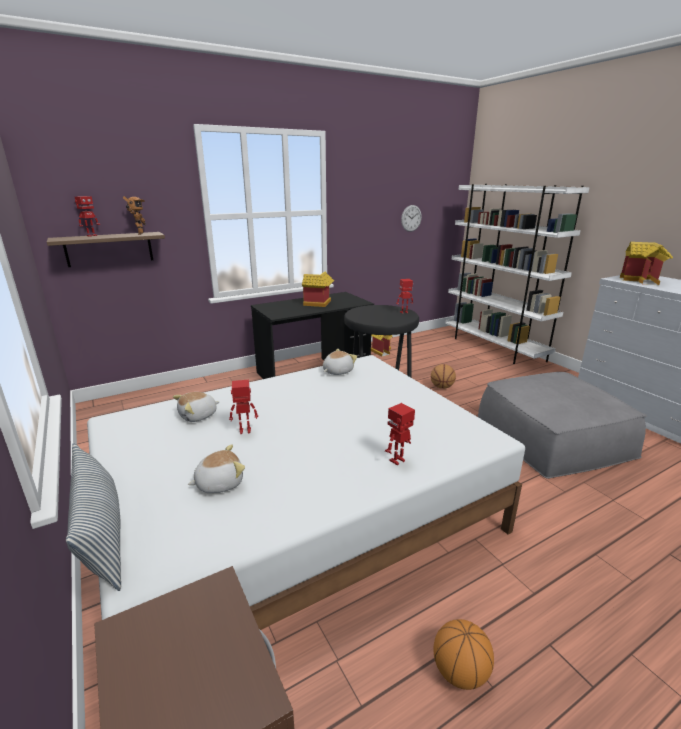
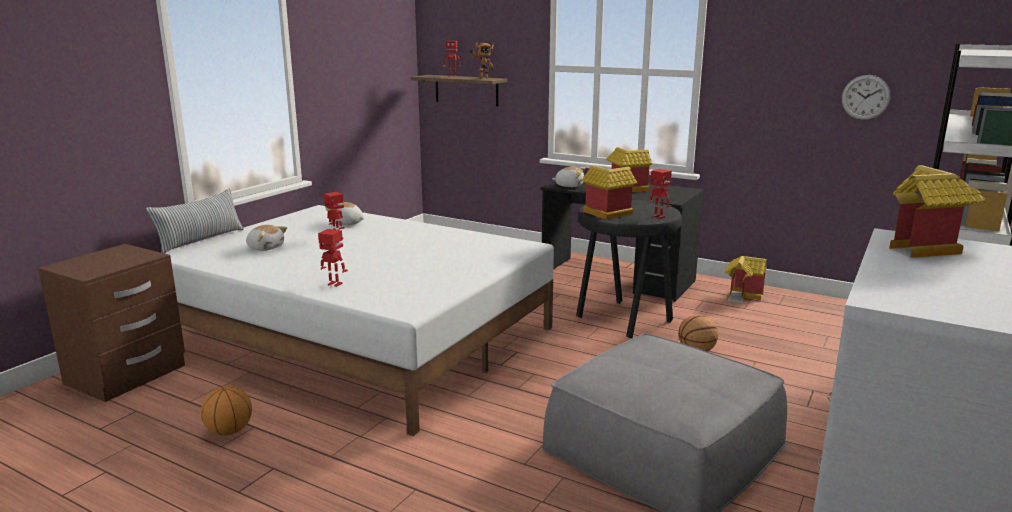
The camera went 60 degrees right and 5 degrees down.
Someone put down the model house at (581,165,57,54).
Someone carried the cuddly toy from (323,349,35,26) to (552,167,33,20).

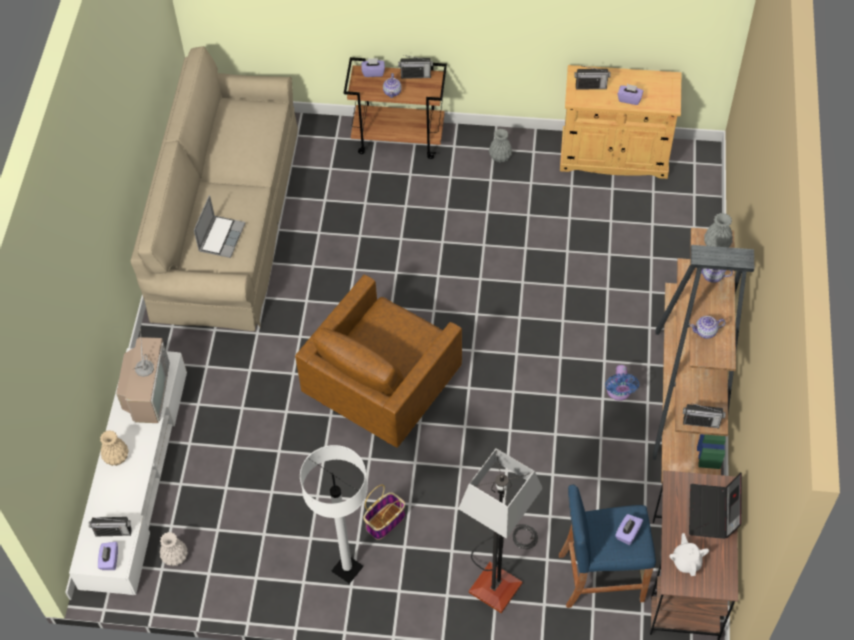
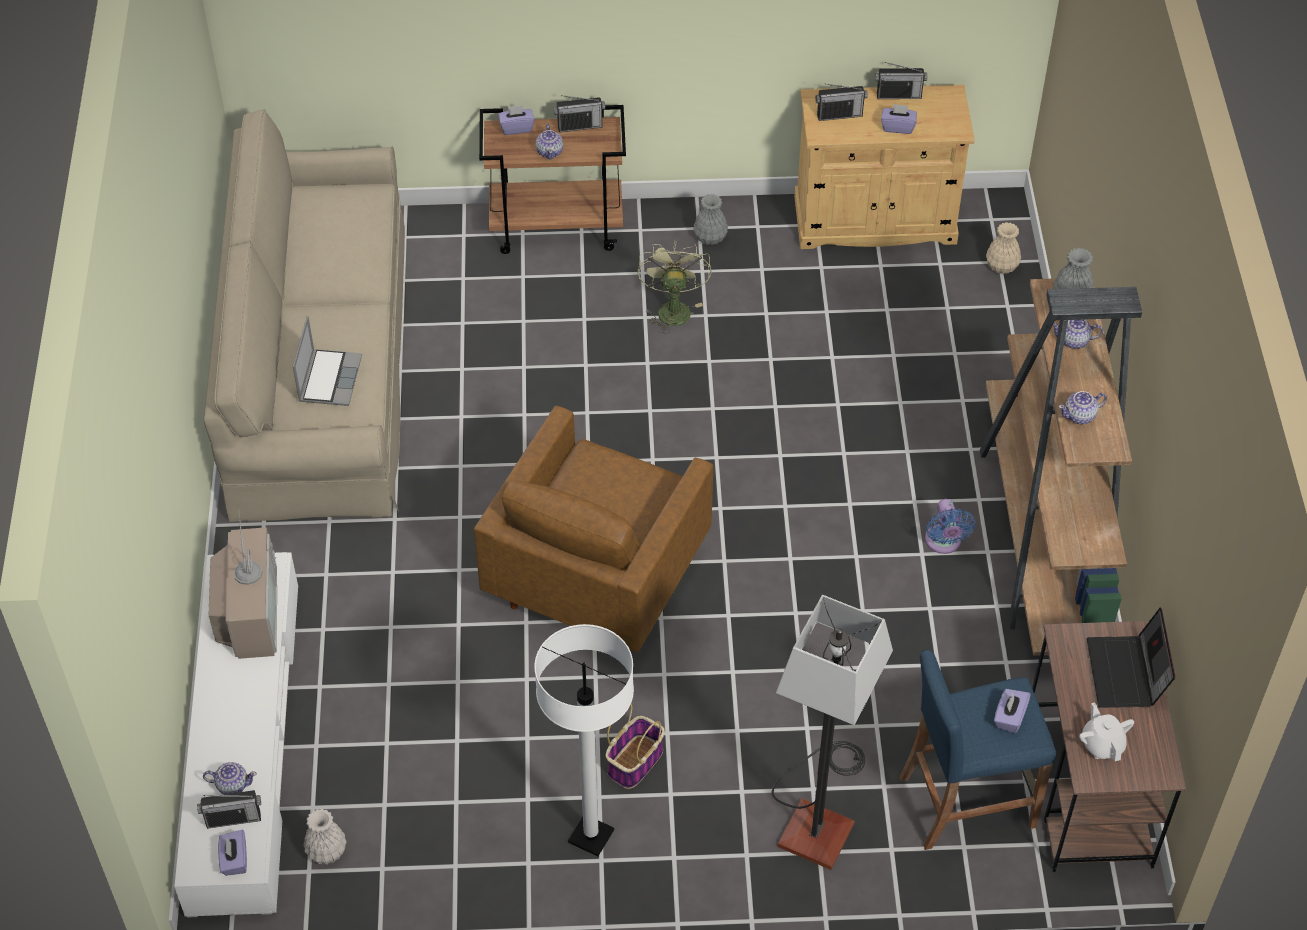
The camera went 10 degrees left and 5 degrees down.
Someone put down the teapot at (203,762,54,33).
Someone put down the green fan at (637,240,75,94).
Someone carried the beige decorative vase from (100,430,28,36) to (986,222,35,52).
Someone carried the radio set from (683,403,42,25) to (875,62,52,37).

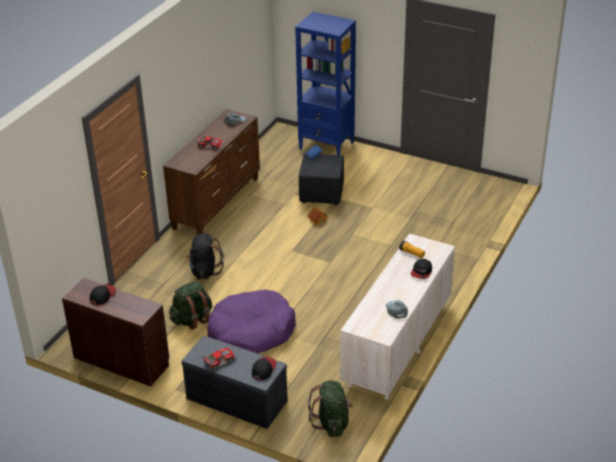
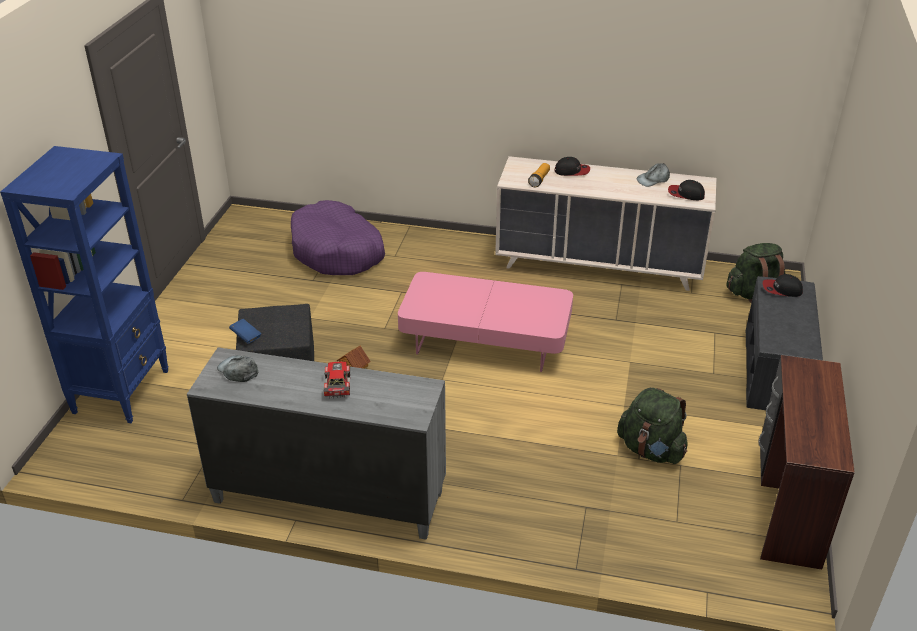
The camera went 105 degrees left and 0 degrees up.
Someone took away the blackish rucksack at (185,233,39,47).
Someone took away the toy car at (202,348,34,21).
Someone put down the pink-coloured lounge table at (398,272,175,100).
Someone carried the peaked cap from (90,284,26,21) to (668,180,37,20).
Someone carried the purple pet bed from (207,289,89,64) to (291,200,94,75).
Someone repainted the brown drawer chest at (163,109,97,125), which became the greyish drawer chest at (187,348,259,192).

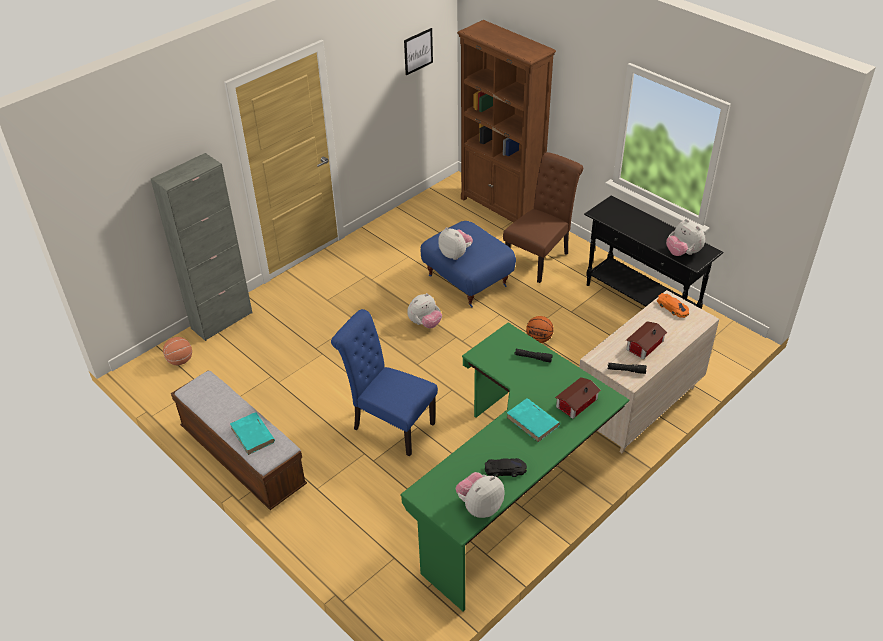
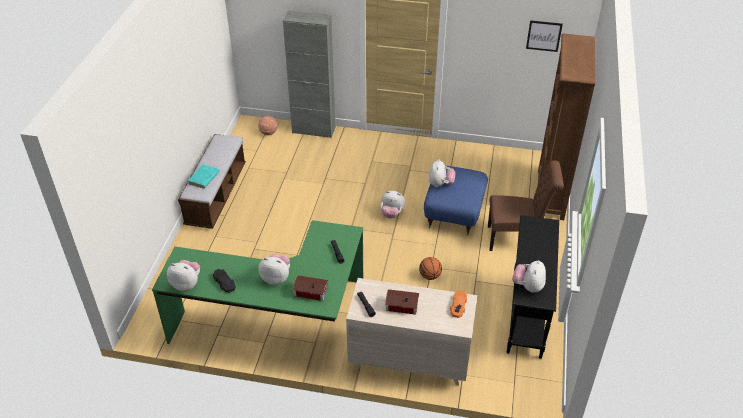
The camera went 55 degrees right and 0 degrees up.
Someone took away the blue chair at (331,309,107,147).
Someone swapped the turquoise-coloured book at (507,398,53,44) for the cuddly toy at (259,254,31,31).

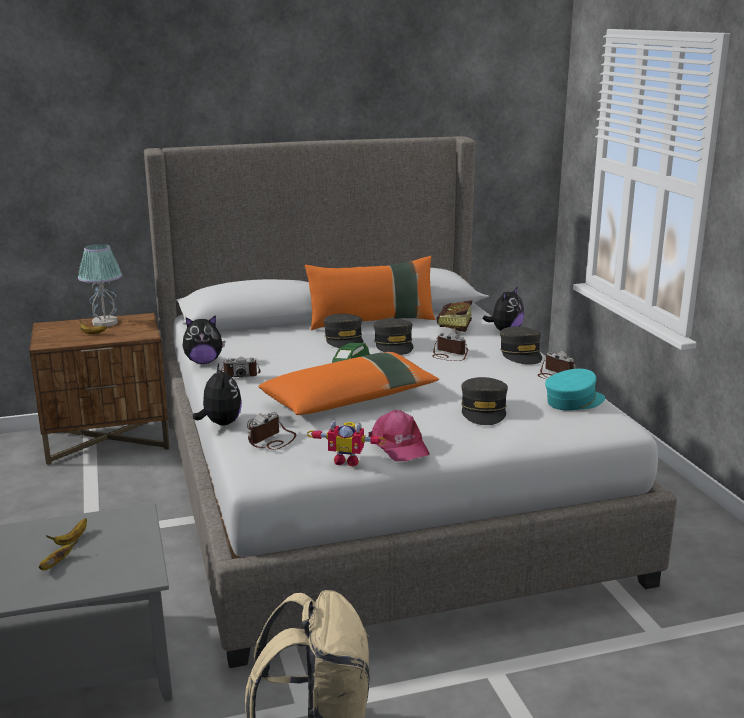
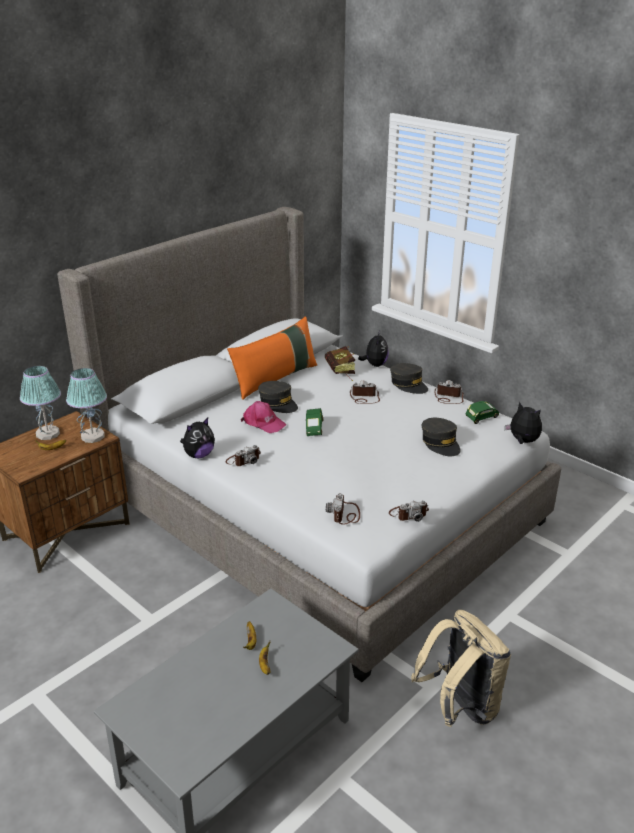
The camera went 30 degrees left and 10 degrees up.
Someone took away the orange-coloured throw pillow at (258,352,181,63).
Someone took away the greyish peaked cap at (374,318,39,37).
Someone put down the lamp for a table at (66,368,41,75).
Someone carried the cuddly toy from (193,364,49,61) to (505,402,37,42).
Someone carried the pink-coloured peaked cap from (368,410,62,51) to (241,401,45,32).
Someone swapped the robot figure at (307,420,79,46) for the photo camera at (389,501,40,21).
Someone swapped the turquoise-coloured peaked cap at (545,369,60,42) for the green toy car at (466,401,33,23).

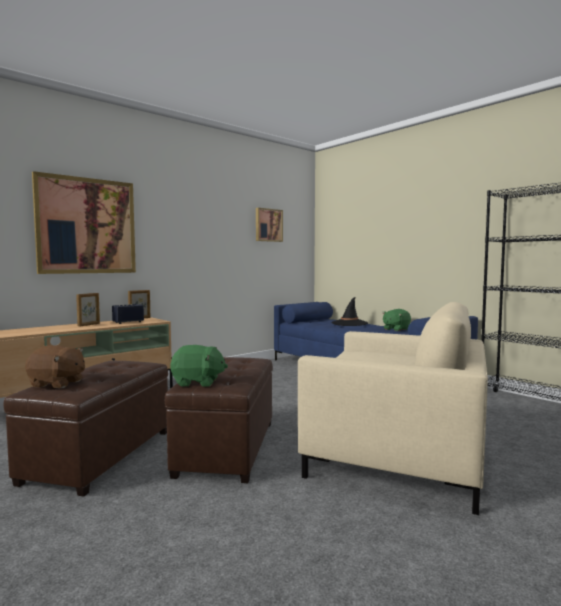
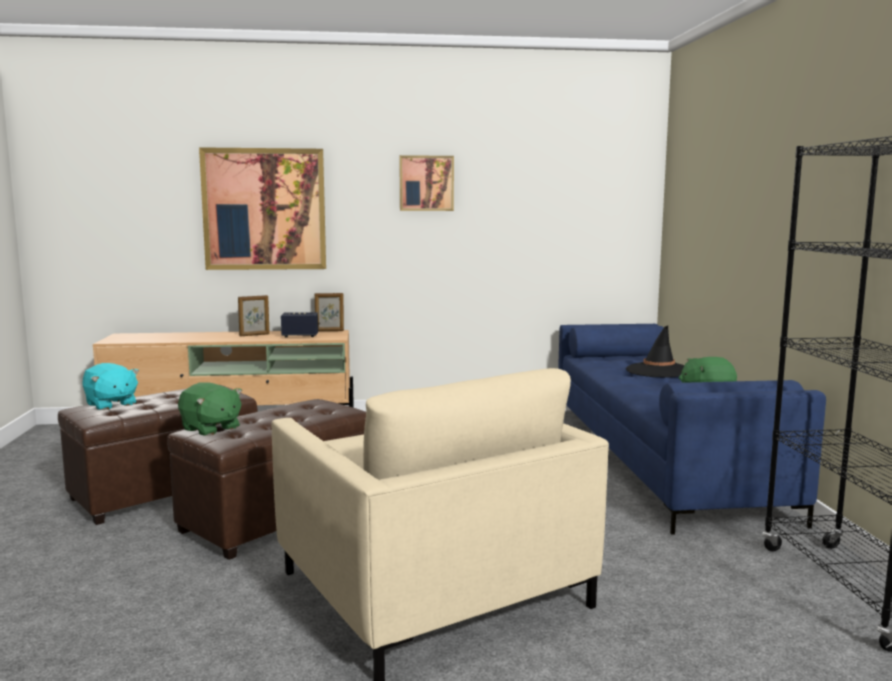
The camera went 35 degrees right and 5 degrees up.
Someone carried the wall art from (256,208,27,34) to (399,155,55,56).
Someone repainted the brown cuddly toy at (25,346,60,42), which became the turquoise-coloured cuddly toy at (82,363,57,47).

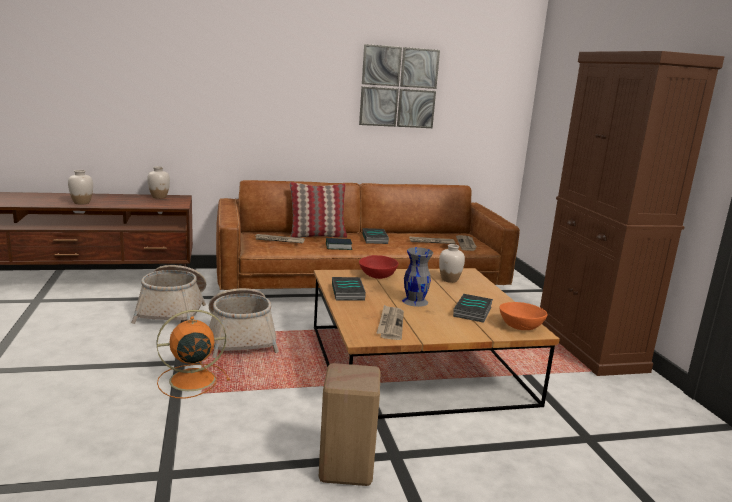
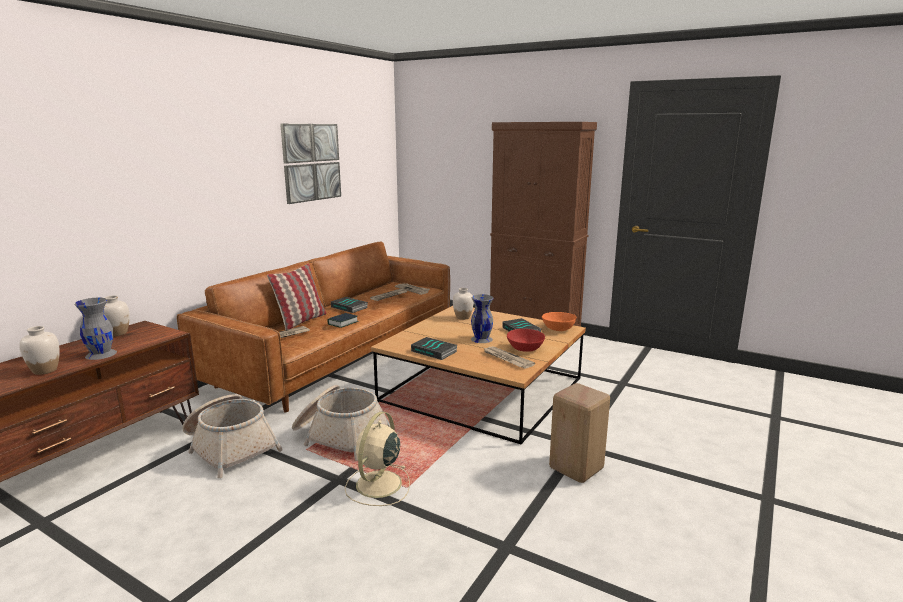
The camera went 45 degrees left and 0 degrees up.
Someone put down the greyish decorative vase at (74,298,43,62).
Someone carried the reddish serving bowl from (359,255,40,24) to (507,329,38,23).
Someone repainted the orange-coloured fan at (157,310,73,88), which became the beige fan at (345,412,65,94).

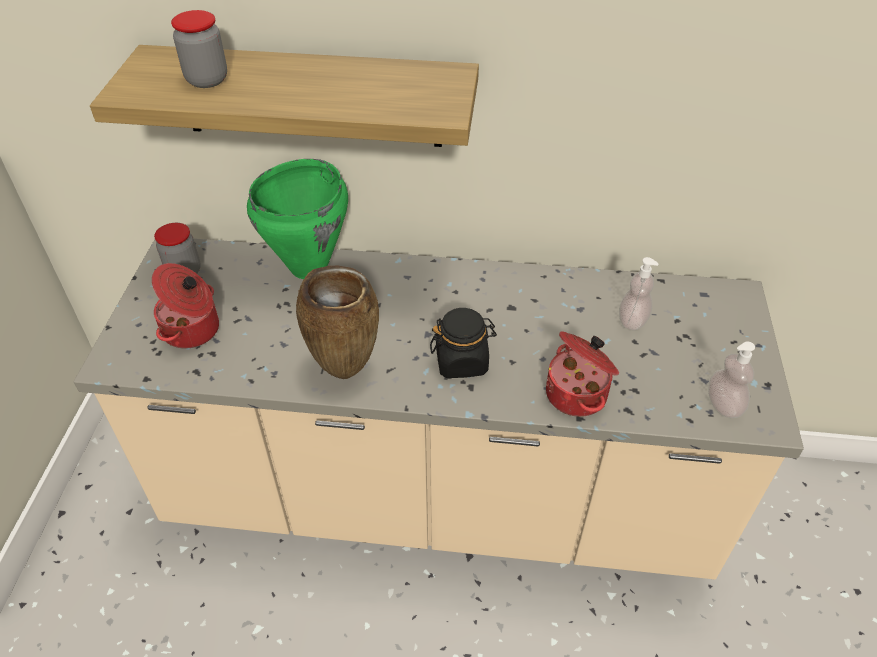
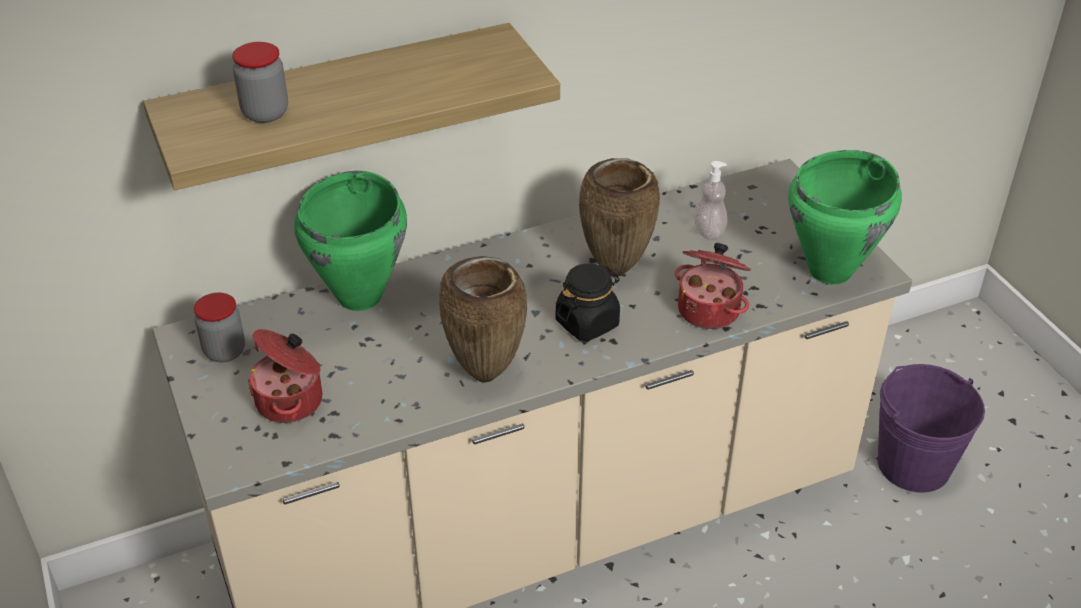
The camera went 30 degrees left and 5 degrees down.
Someone put down the brown decorative vase at (579,158,81,119).
Someone put down the purple bucket at (878,364,107,128).
Someone swapped the soap bottle at (708,342,47,76) for the green stockpot at (788,150,114,135).

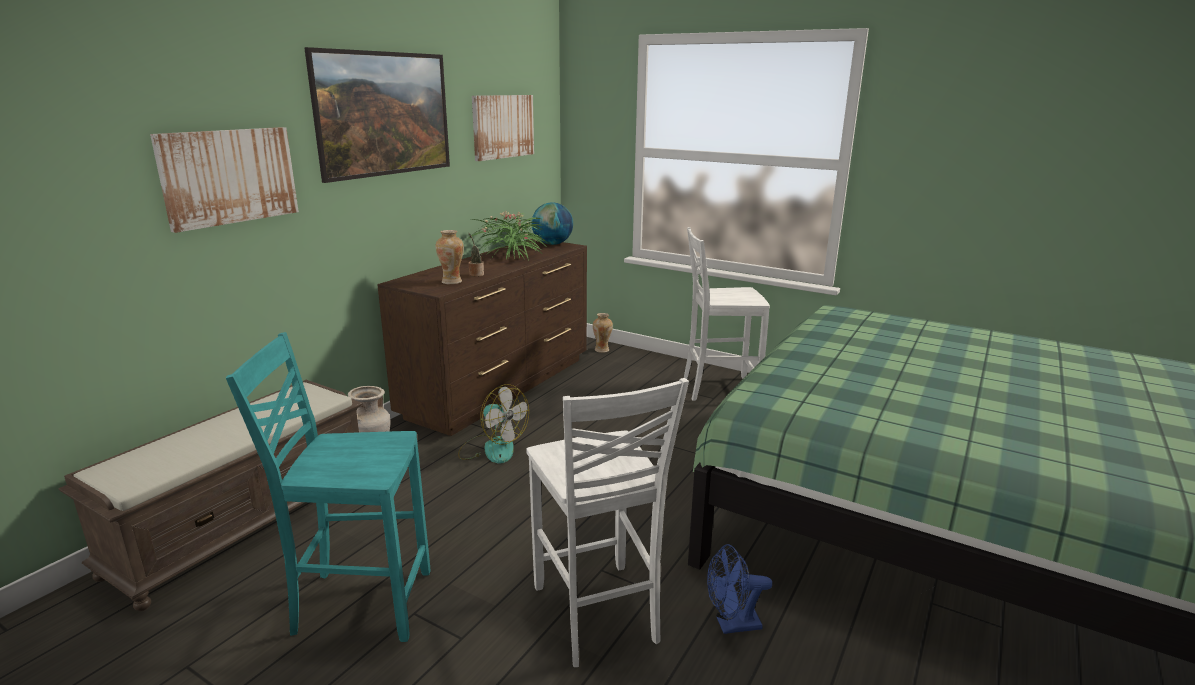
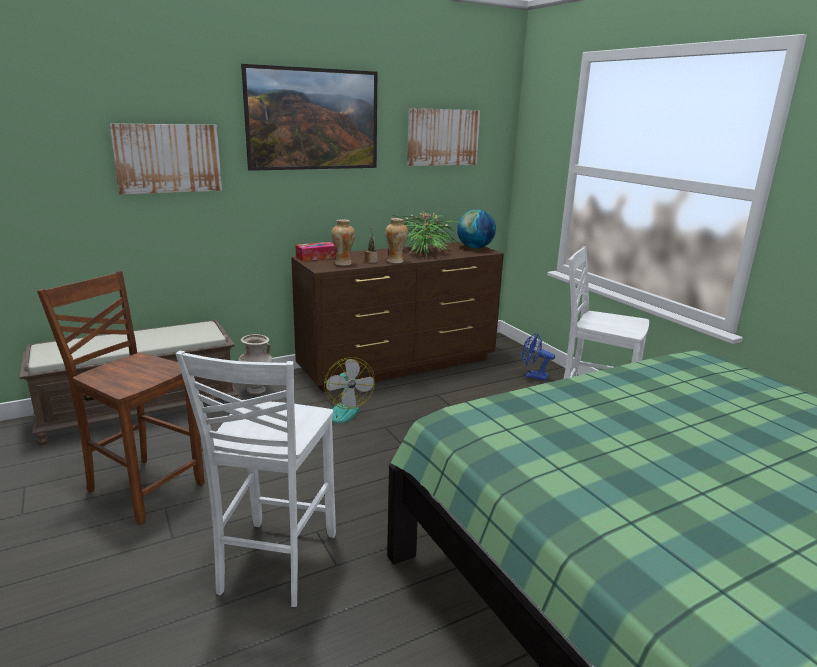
The camera went 30 degrees right and 0 degrees up.
Someone put down the box of tissues at (295,242,41,19).
Someone carried the decorative vase from (593,313,20,40) to (385,218,23,45).
Someone carried the blue fan from (707,544,65,90) to (522,333,33,48).
Someone repainted the turquoise-coloured chair at (226,332,204,310), which became the brown chair at (37,271,168,254).

